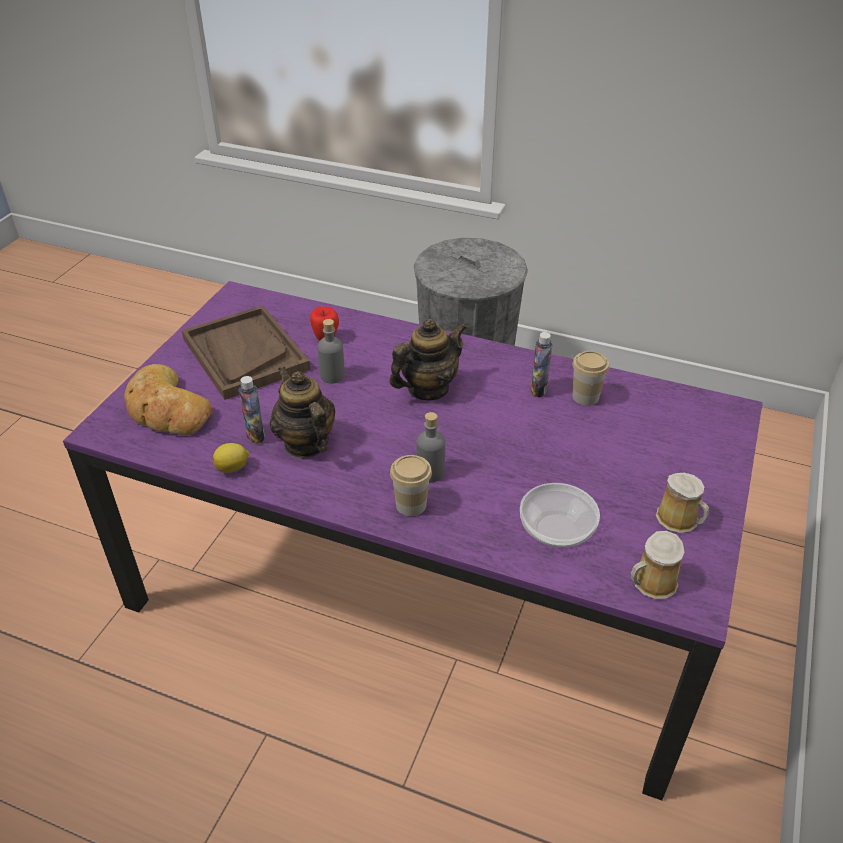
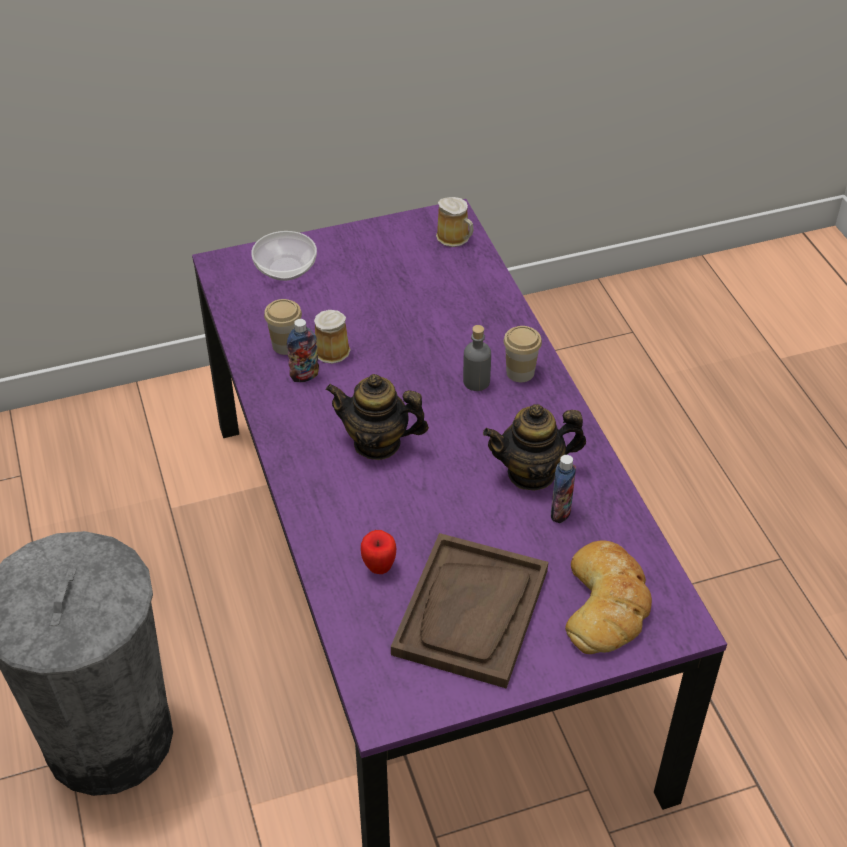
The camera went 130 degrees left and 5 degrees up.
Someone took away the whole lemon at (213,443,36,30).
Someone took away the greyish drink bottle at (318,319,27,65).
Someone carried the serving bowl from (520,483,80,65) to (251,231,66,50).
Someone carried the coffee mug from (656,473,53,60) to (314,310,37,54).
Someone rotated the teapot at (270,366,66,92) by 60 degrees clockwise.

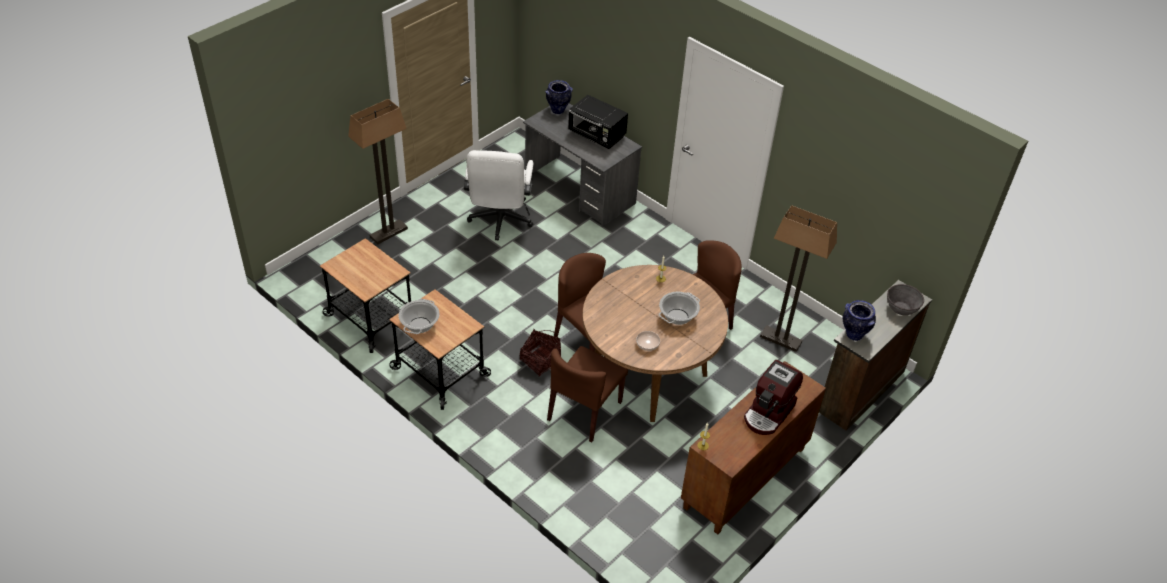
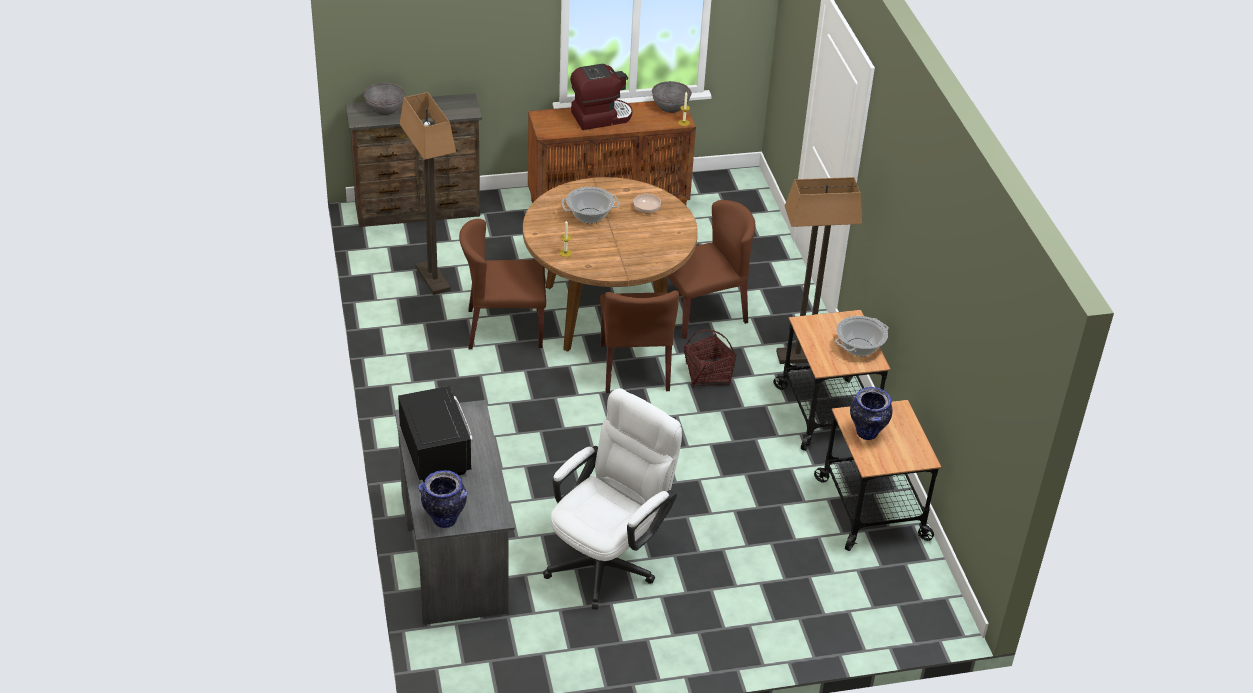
The camera went 145 degrees left and 5 degrees down.
Someone put down the greyish serving bowl at (652,81,39,32).
Someone carried the standing lamp from (348,99,60,145) to (776,177,86,187).
Someone carried the decorative vase from (843,300,33,41) to (850,387,42,53).

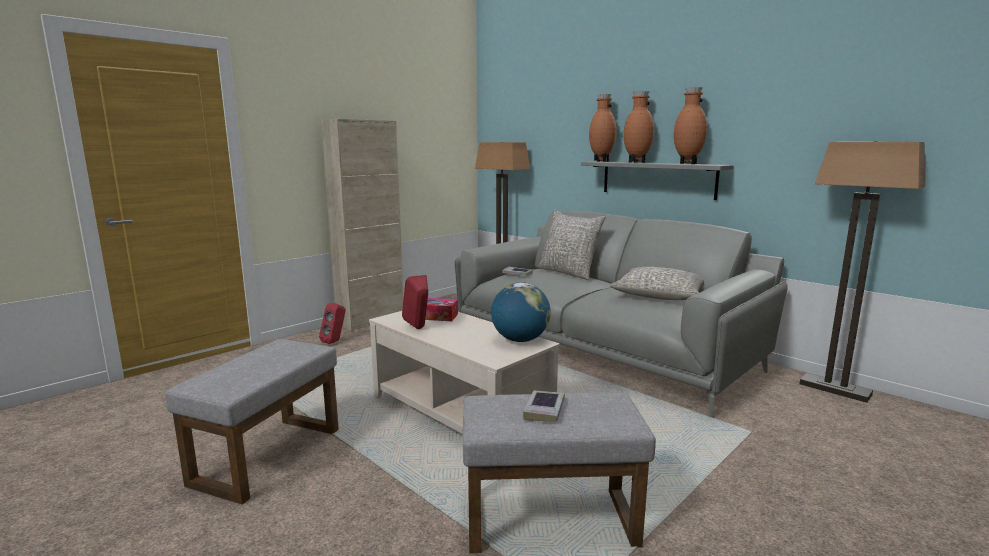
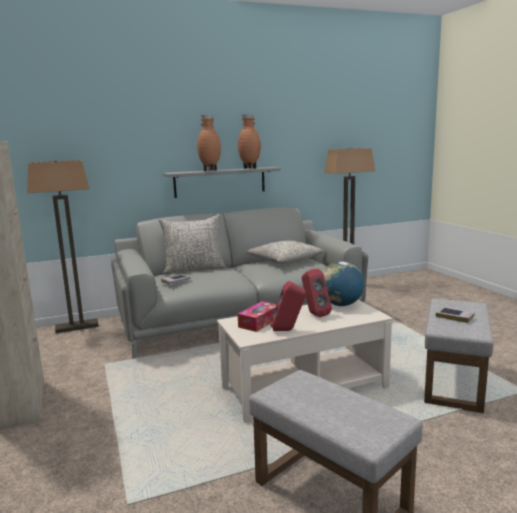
The camera went 65 degrees left and 0 degrees up.
Someone took away the brown decorative vase at (589,94,28,68).
Someone carried the reddish loudspeaker from (319,303,27,41) to (302,269,30,48).

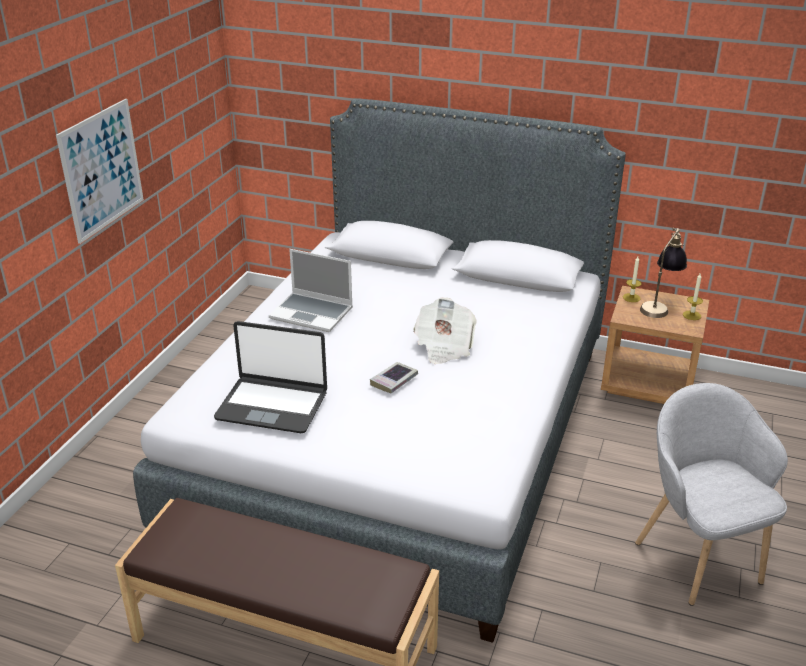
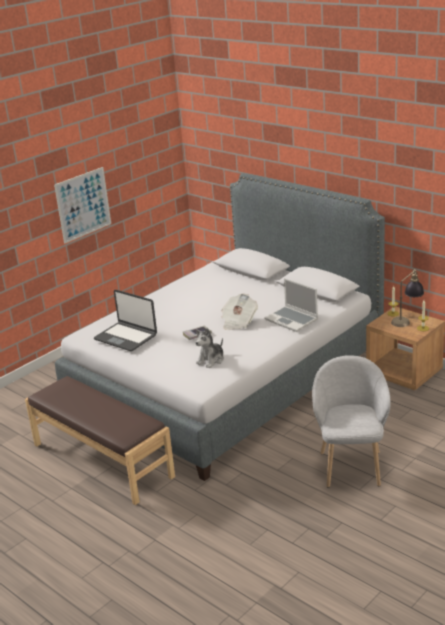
The camera went 25 degrees right and 5 degrees down.
Someone put down the cuddly toy at (195,328,29,40).
Someone carried the laptop from (269,249,84,83) to (265,278,53,54).

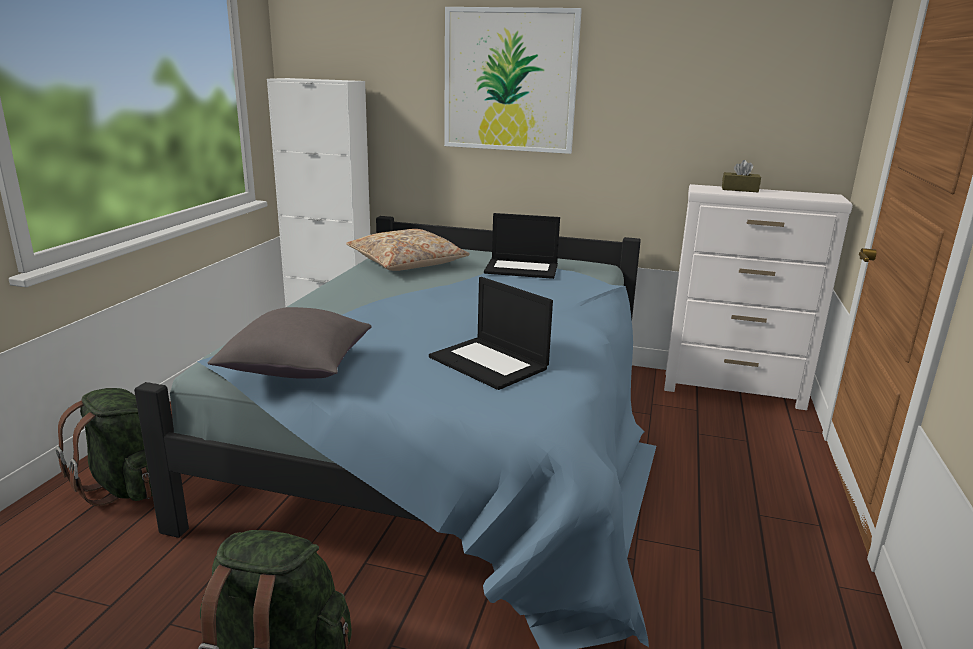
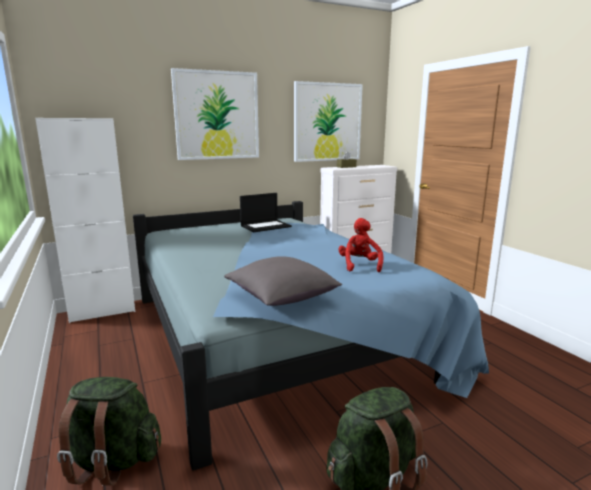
The camera went 40 degrees left and 5 degrees down.
Someone took away the beige throw pillow at (346,229,124,42).
Someone put up the wall art at (294,81,69,81).
Someone swapped the laptop at (429,277,124,113) for the reddish cuddly toy at (338,218,46,54).

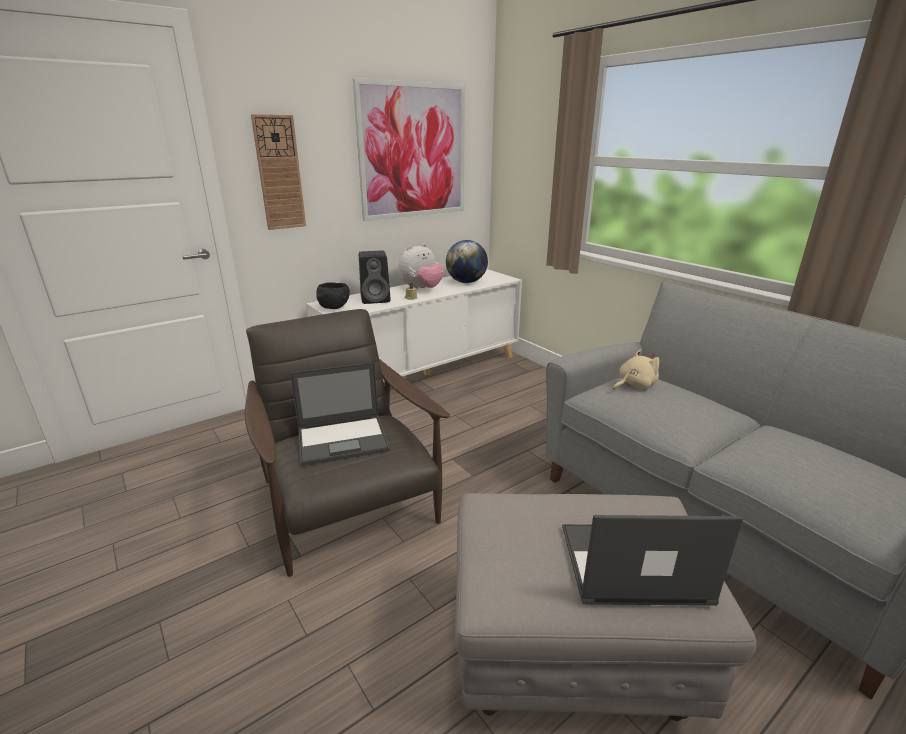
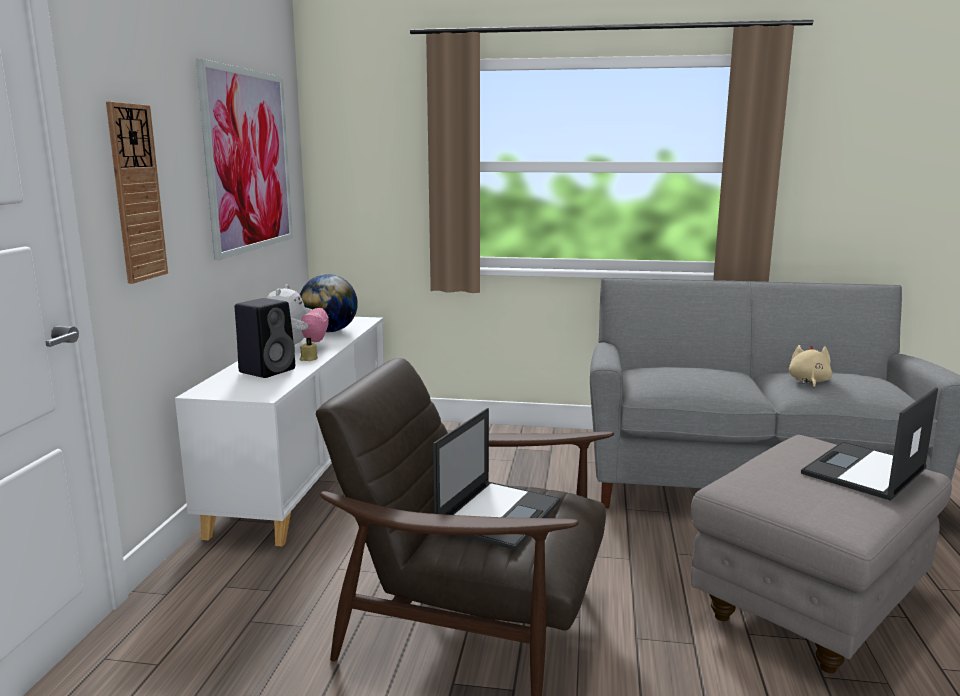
The camera went 45 degrees left and 10 degrees down.
Someone took away the blackish serving bowl at (316,282,34,27).
Someone carried the beige cuddly toy from (613,349,46,41) to (789,345,43,43).

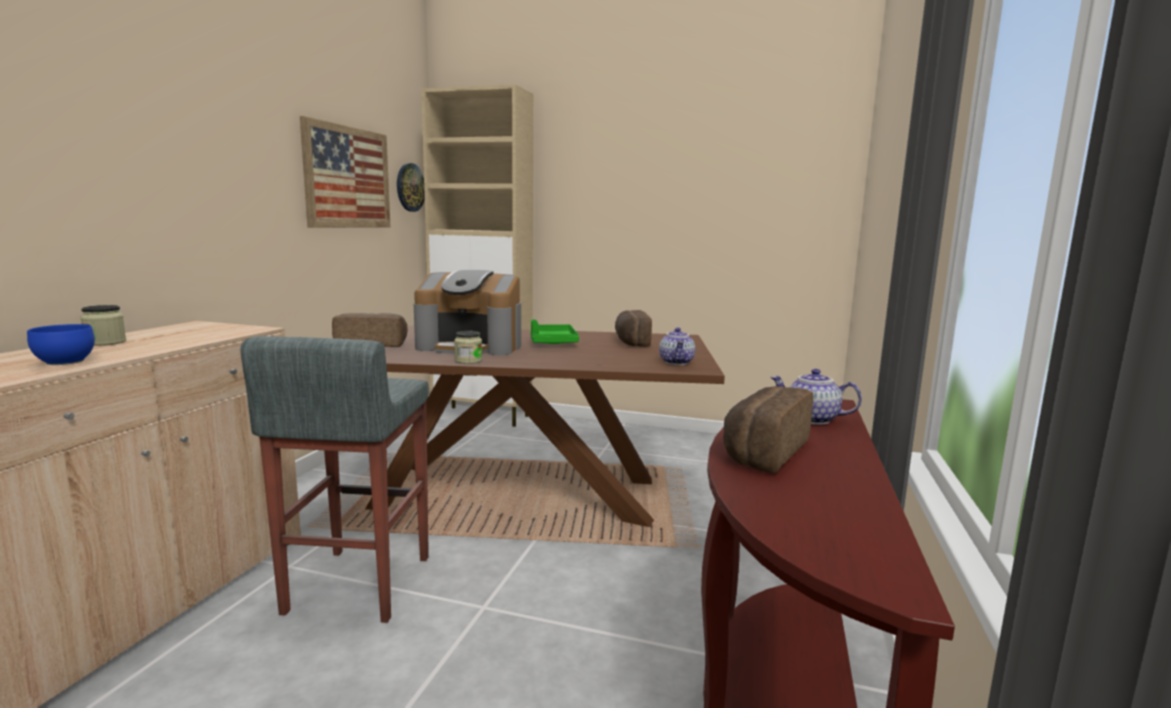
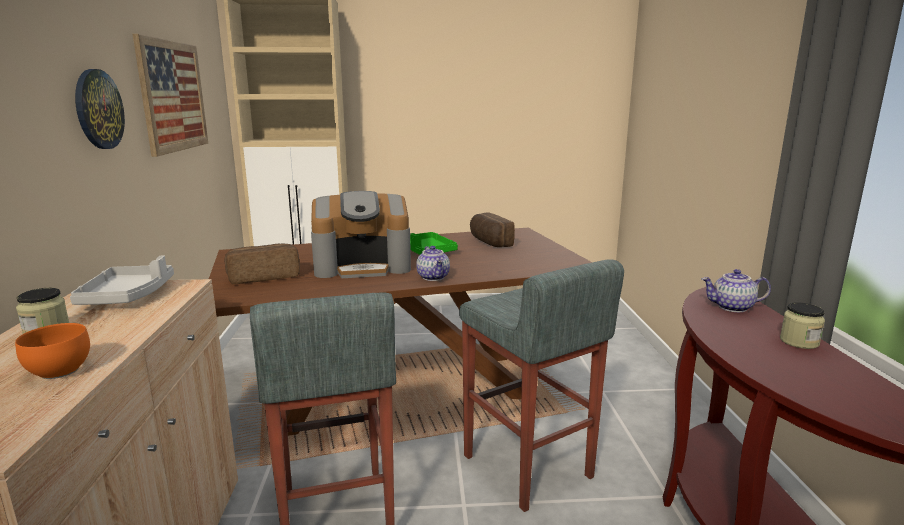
The camera went 20 degrees left and 5 degrees up.
Someone took away the bread at (723,386,91,87).
Someone put down the greyish tray at (70,256,104,49).
Someone put down the greyish stool seat at (459,259,165,253).
Someone carried the hanging clock from (397,163,28,49) to (75,69,50,80).
Someone carried the jar from (454,331,28,33) to (780,302,45,47).
Someone carried the teapot from (659,328,36,37) to (416,246,34,35).
Someone repainted the blue serving bowl at (27,324,68,41), which became the orange-coloured serving bowl at (15,323,75,56).

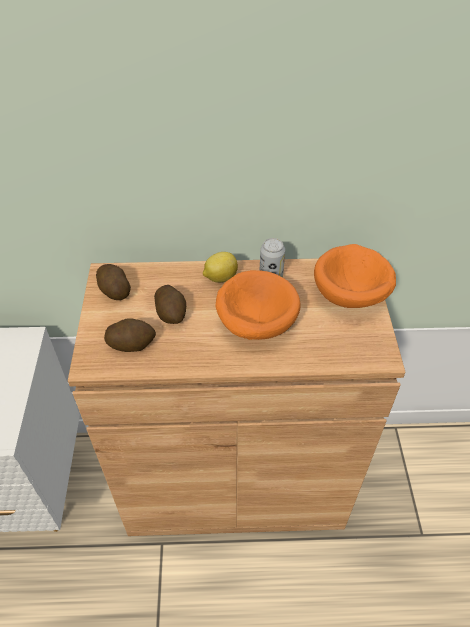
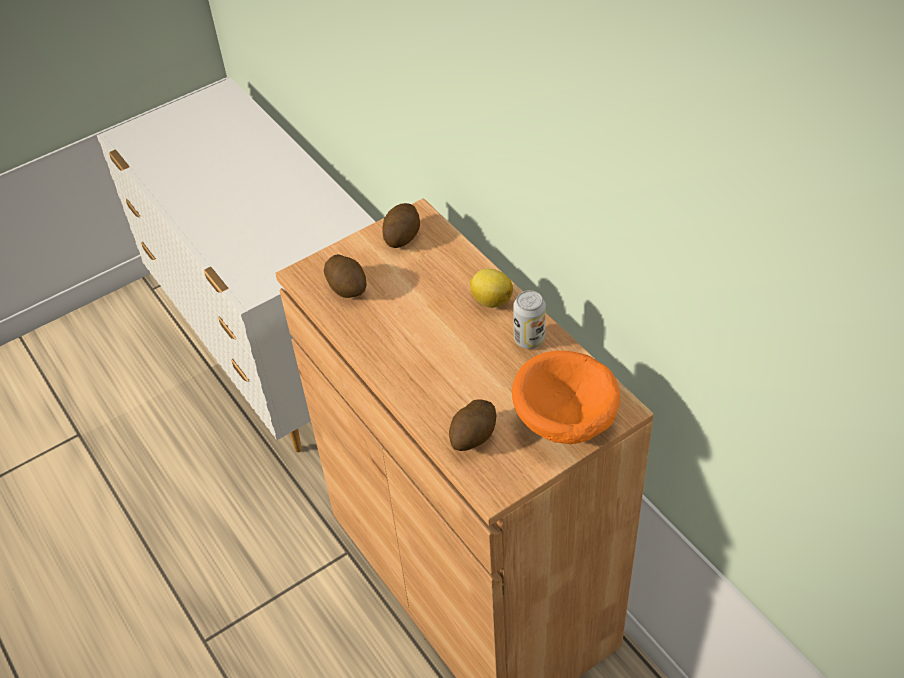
The camera went 60 degrees right and 0 degrees up.
Someone took away the orange-coloured serving bowl at (216,270,85,70).
Someone carried the spud from (154,285,32,39) to (449,399,47,52).

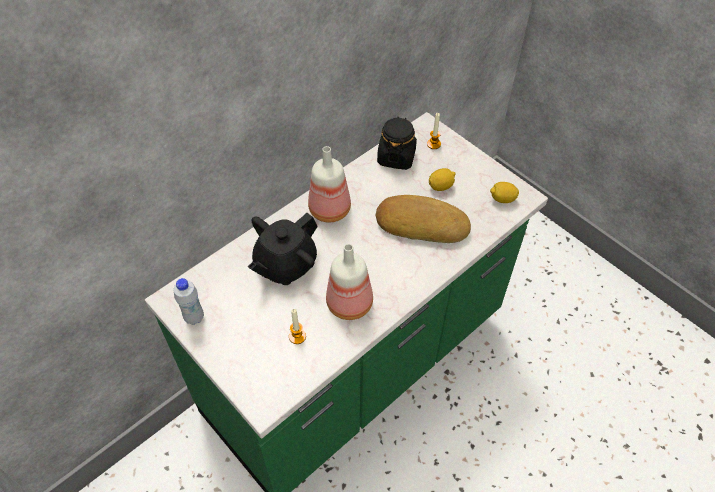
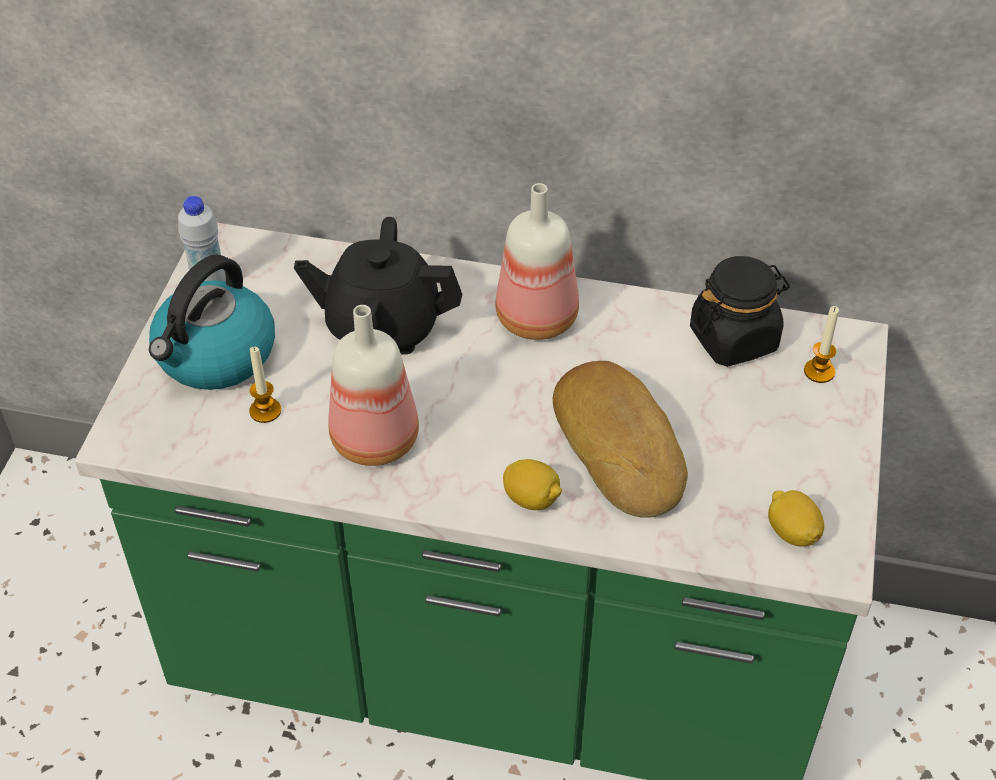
The camera went 55 degrees right and 5 degrees down.
Someone put down the tea kettle at (149,255,126,135).
Someone carried the whole lemon from (429,168,26,23) to (503,459,59,51).

